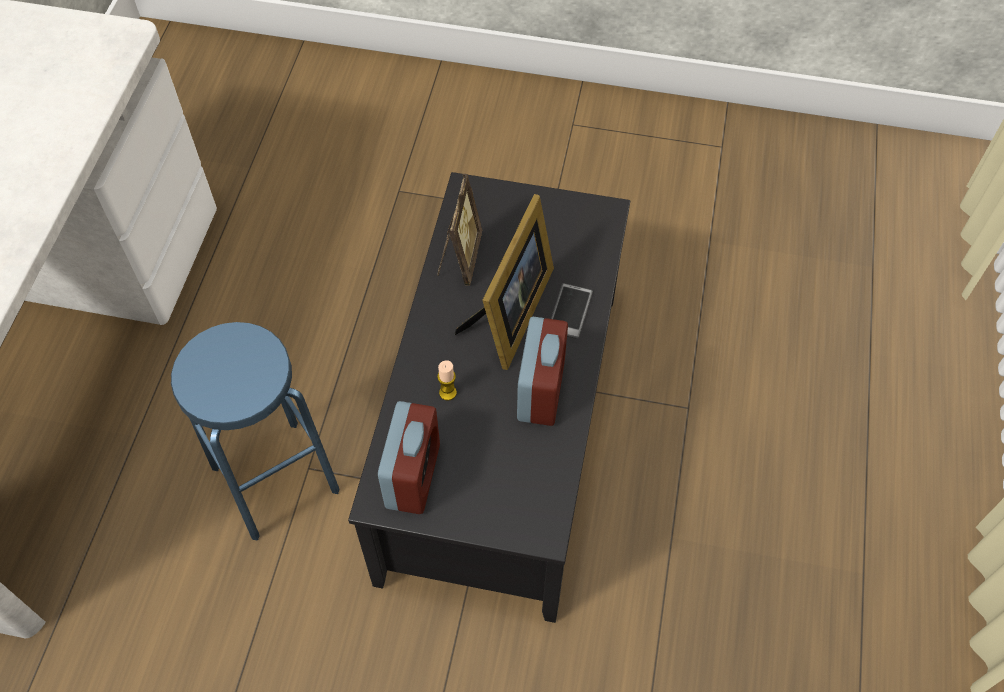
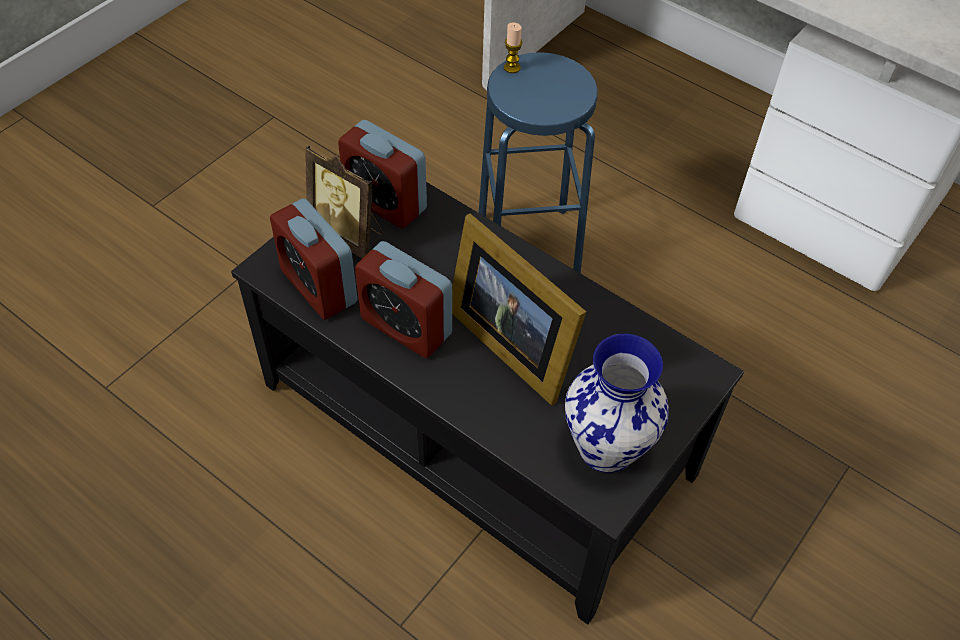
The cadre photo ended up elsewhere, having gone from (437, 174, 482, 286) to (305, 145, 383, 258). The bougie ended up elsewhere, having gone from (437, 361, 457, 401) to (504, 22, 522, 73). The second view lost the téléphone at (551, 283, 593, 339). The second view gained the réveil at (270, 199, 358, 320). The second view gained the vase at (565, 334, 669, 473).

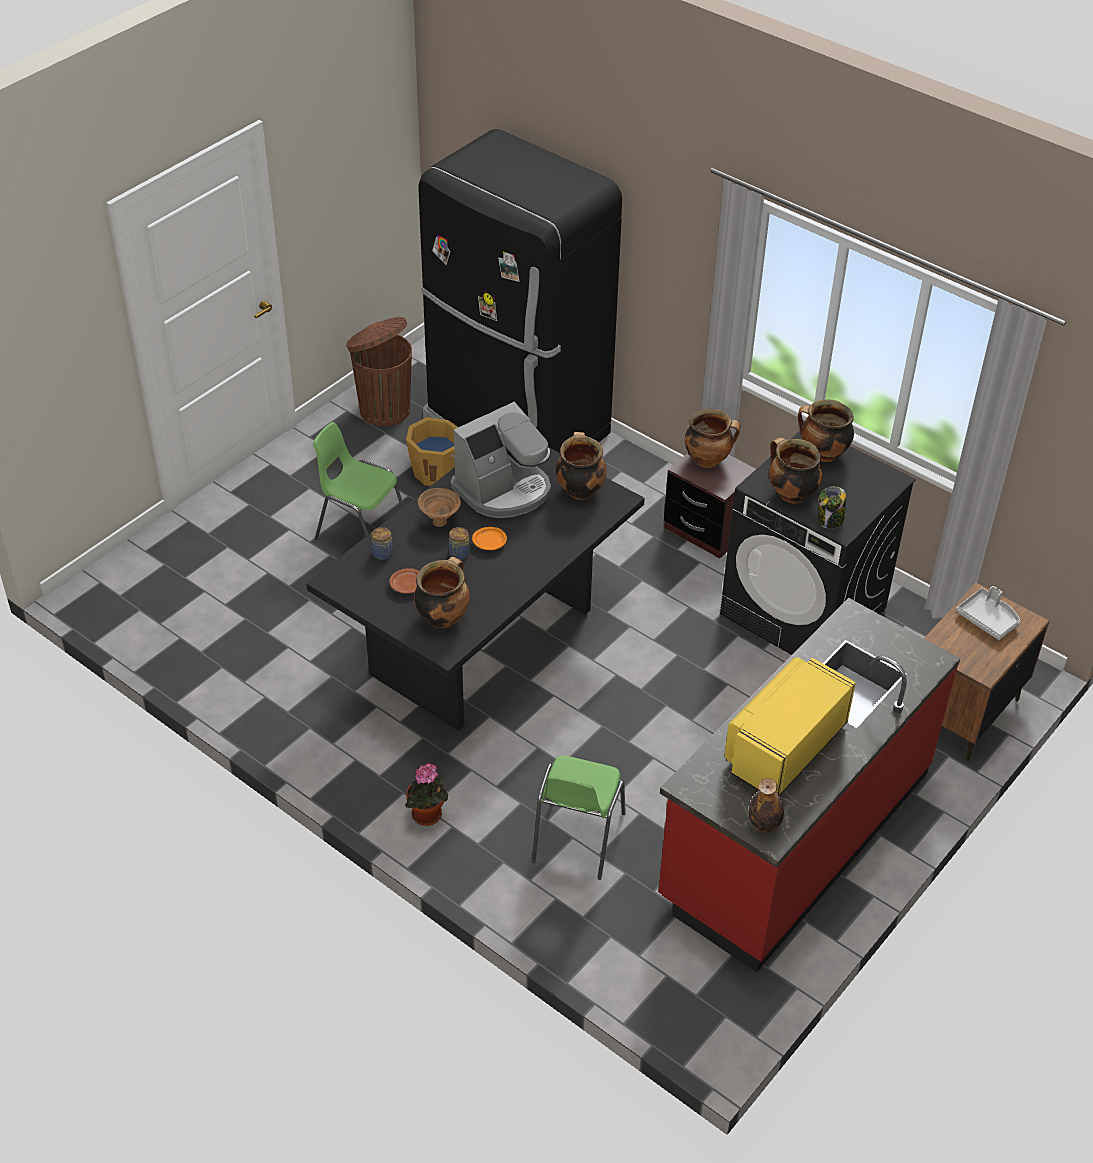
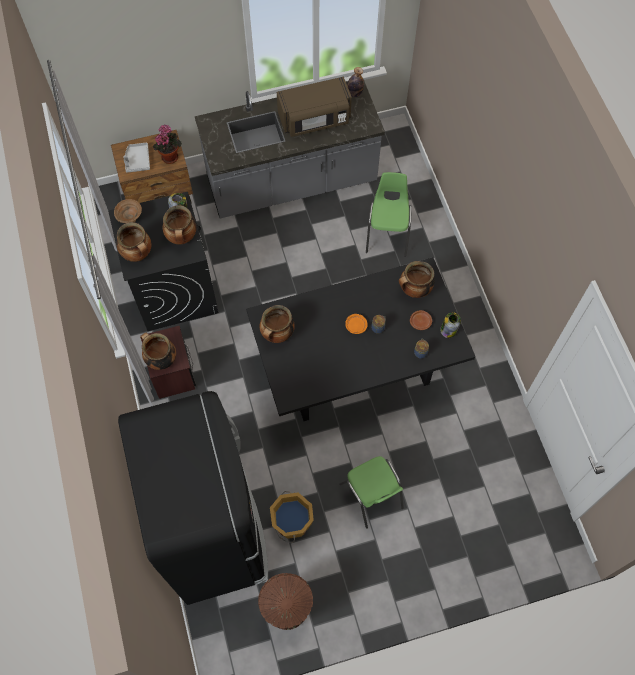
The plante en pot ended up elsewhere, having gone from (405, 763, 448, 826) to (153, 124, 182, 164). The bol/marron ended up elsewhere, having gone from (418, 488, 461, 527) to (114, 199, 142, 223). The second view lost the machine à café at (451, 402, 551, 518). The chaise/vert at (532, 755, 626, 880) ended up facing another way, 45 degrees counterclockwise from before. What was the comptoir de cuisine/rouge at (658, 598, 960, 972) turned into the comptoir de cuisine/gris at (195, 79, 385, 218). What was the micro-ondes/jaune at (724, 657, 856, 796) turned into the micro-ondes/marron at (277, 77, 352, 137). The second view gained the bocal at (440, 312, 461, 338).

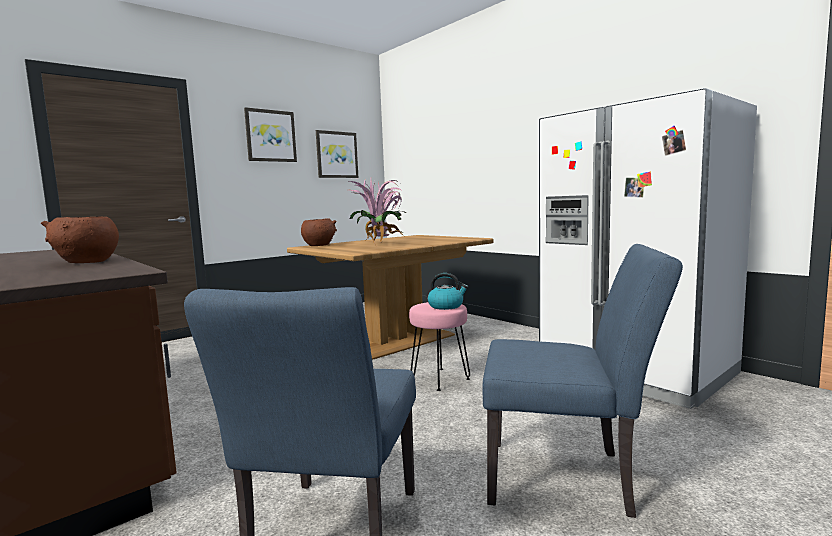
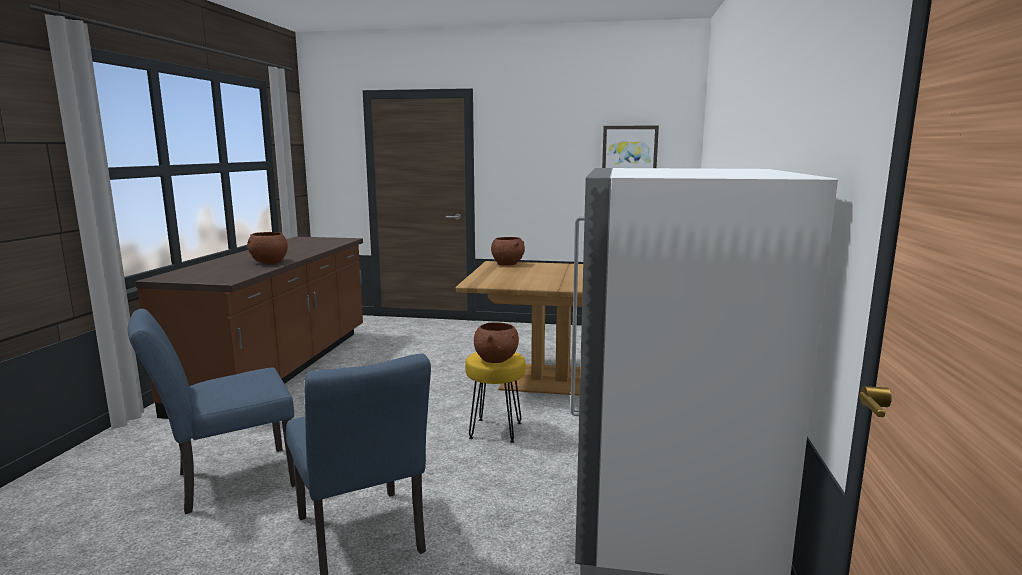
The second view lost the tableau at (244, 107, 297, 162). The second view lost the plante en pot at (348, 178, 406, 247). What was the tabouret/rose at (409, 302, 470, 391) turned into the tabouret/jaune at (465, 352, 526, 443). Where the bouilloire stood at (428, 273, 468, 310), the bol/marron came to stand at (474, 322, 519, 363).

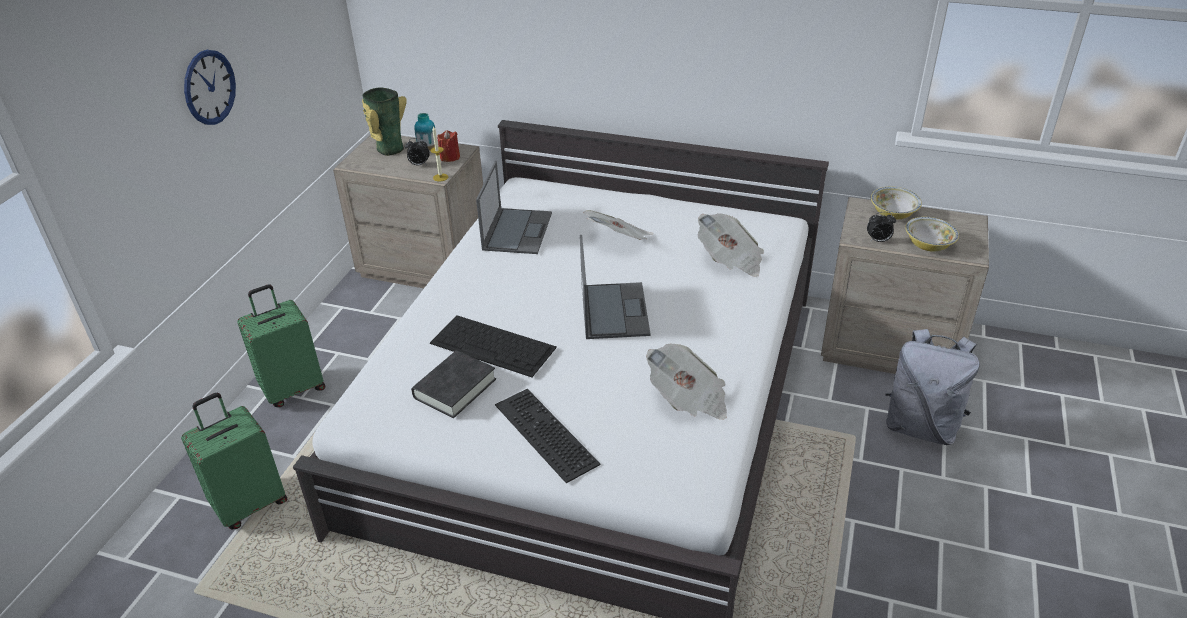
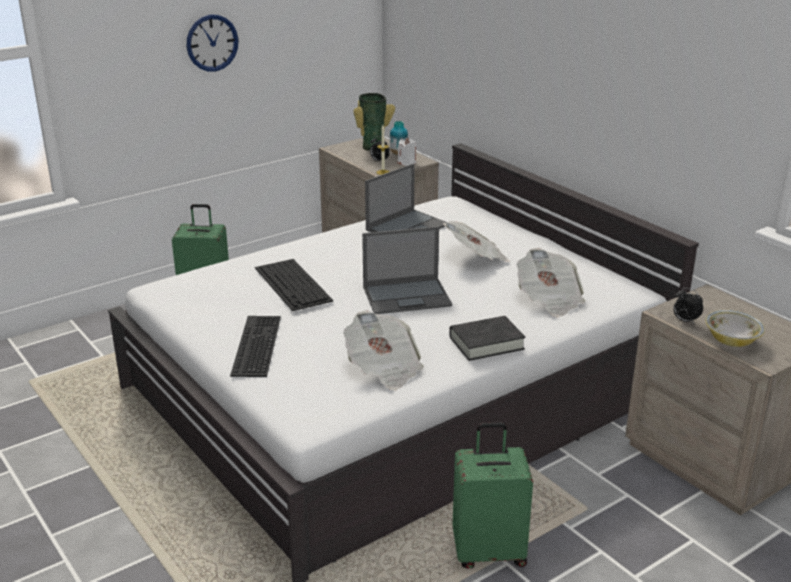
The valise/vert ended up elsewhere, having gone from (181, 393, 287, 529) to (452, 422, 533, 568). The livre/noir ended up elsewhere, having gone from (411, 350, 496, 418) to (449, 316, 526, 361). What was the bougie/rouge at (437, 130, 460, 162) turned into the bougie/blanc at (398, 138, 416, 166). The ordinateur portable at (580, 235, 651, 339) ended up facing another way, 45 degrees clockwise from before. The second view lost the bol at (871, 187, 922, 220). The second view lost the sac à dos/gris at (885, 329, 980, 445).

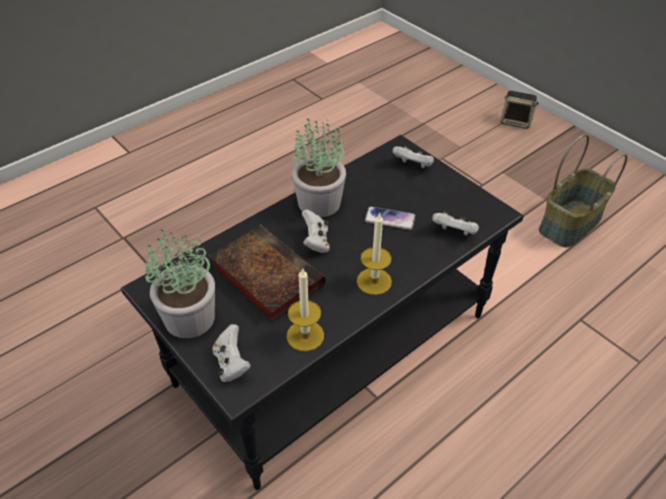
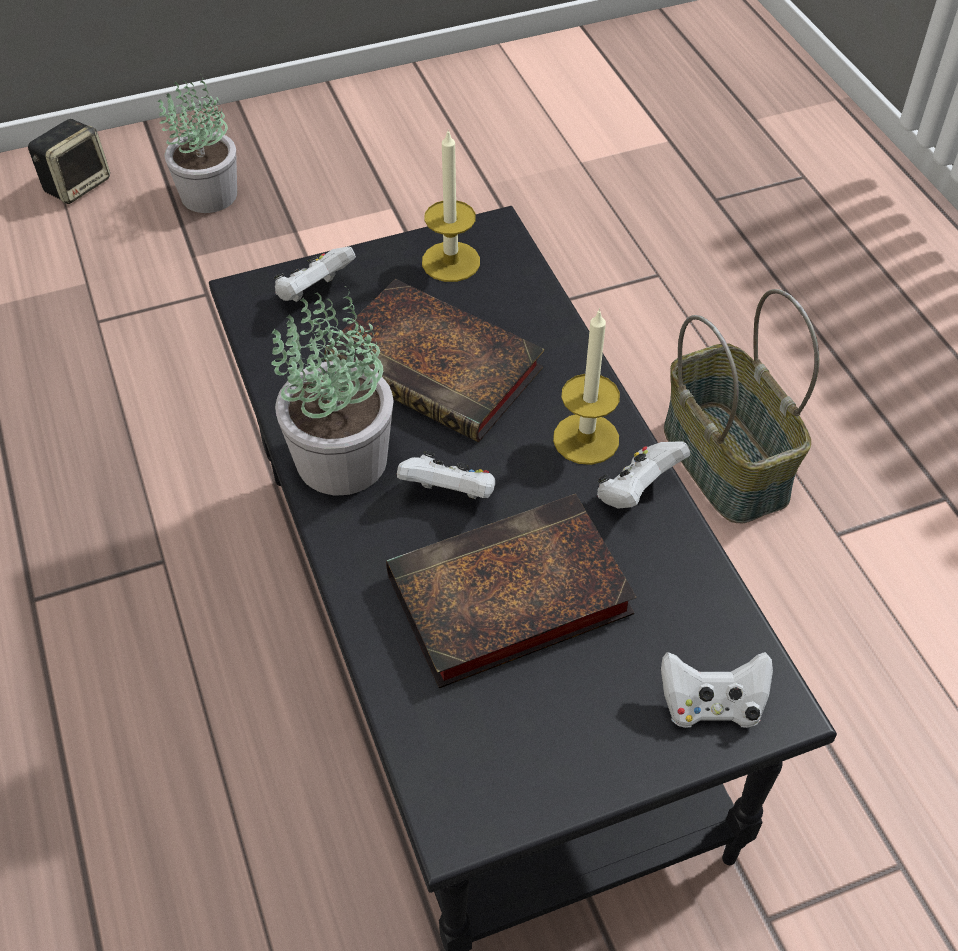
The plante en pot ended up elsewhere, having gone from (145, 229, 215, 338) to (158, 74, 237, 213). The bougie ended up elsewhere, having gone from (287, 267, 324, 352) to (422, 129, 480, 282). Where the téléphone stood at (365, 206, 416, 230), the livre came to stand at (324, 279, 545, 443). The manette/blanc ended up elsewhere, having gone from (432, 211, 479, 236) to (597, 441, 690, 509). The panier ended up elsewhere, having gone from (539, 134, 628, 248) to (664, 289, 819, 523).

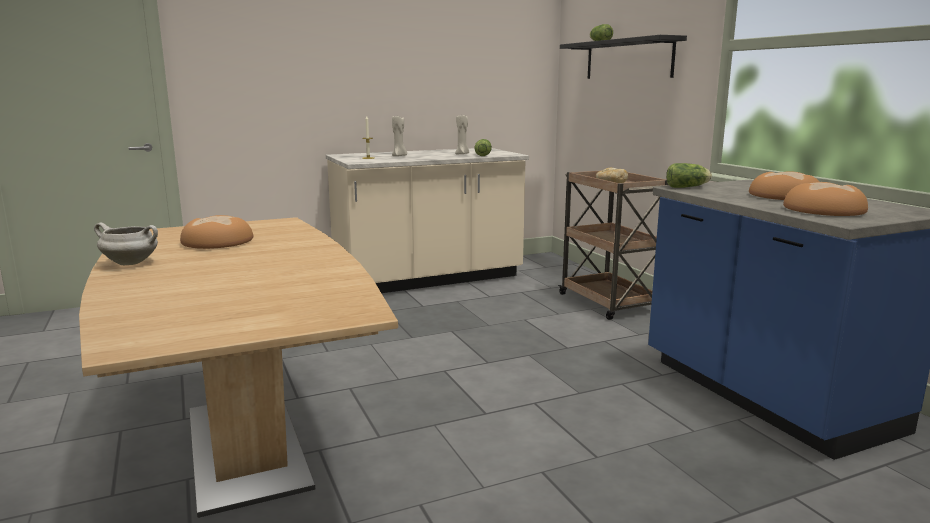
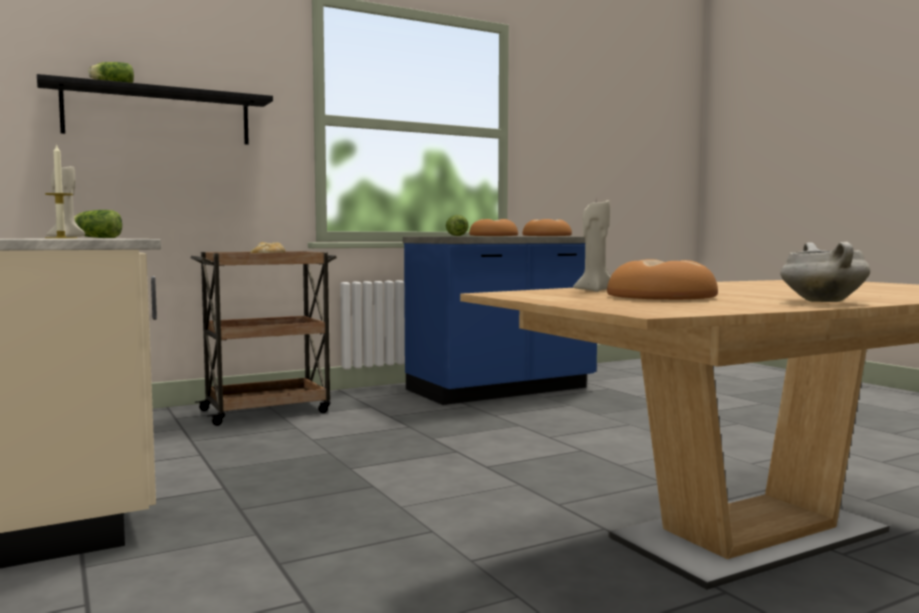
The bougie/beige ended up elsewhere, having gone from (392, 116, 407, 156) to (573, 200, 611, 292).

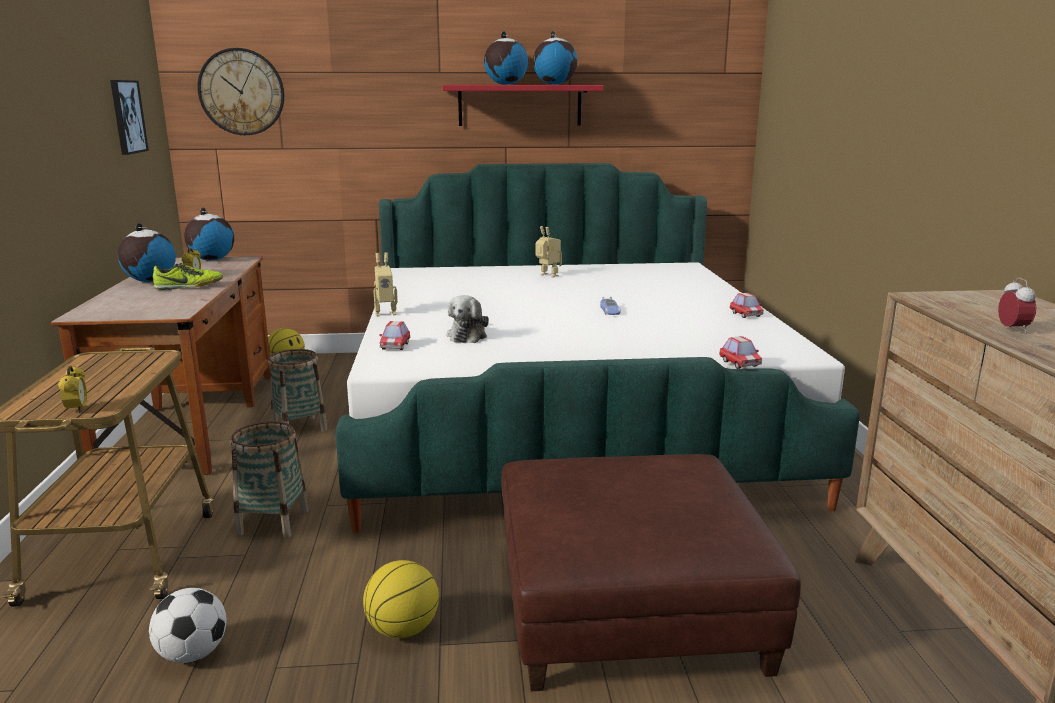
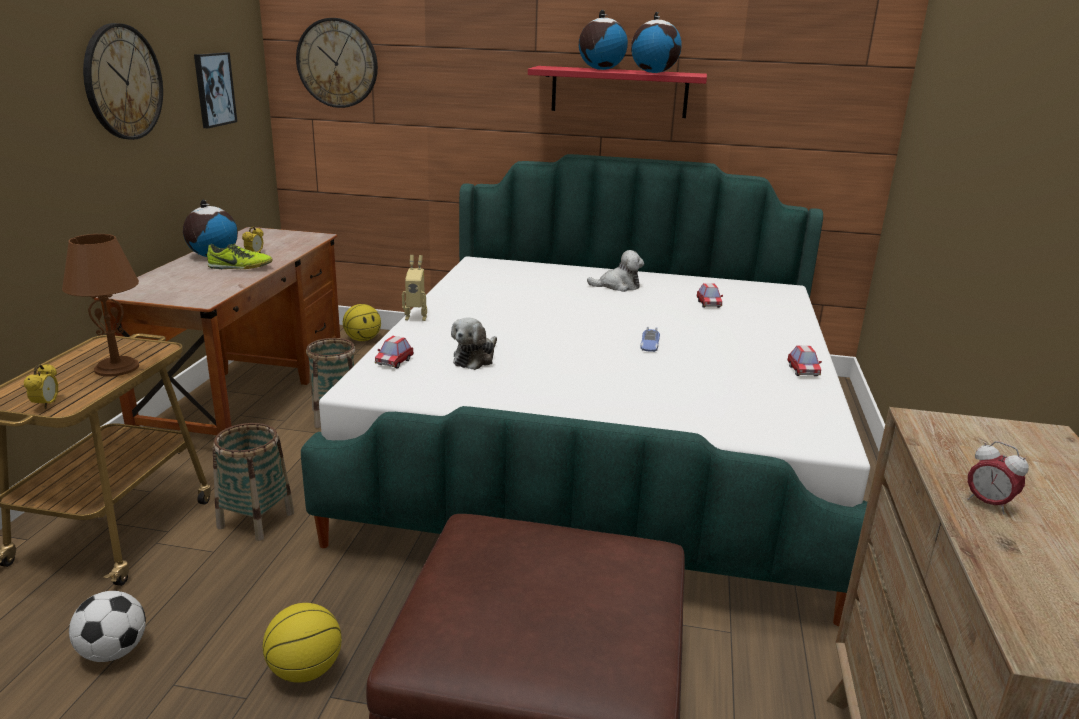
The second view lost the globe at (184, 208, 234, 261). Where the robot jouet stood at (536, 226, 562, 278), the peluche came to stand at (587, 250, 644, 292). The petite voiture ended up elsewhere, having gone from (719, 336, 762, 369) to (697, 283, 723, 308). The réveil at (998, 278, 1036, 334) ended up facing another way, 120 degrees clockwise from before. The second view gained the lampe de table/marron at (62, 234, 139, 376). The second view gained the horloge murale at (83, 23, 163, 140).

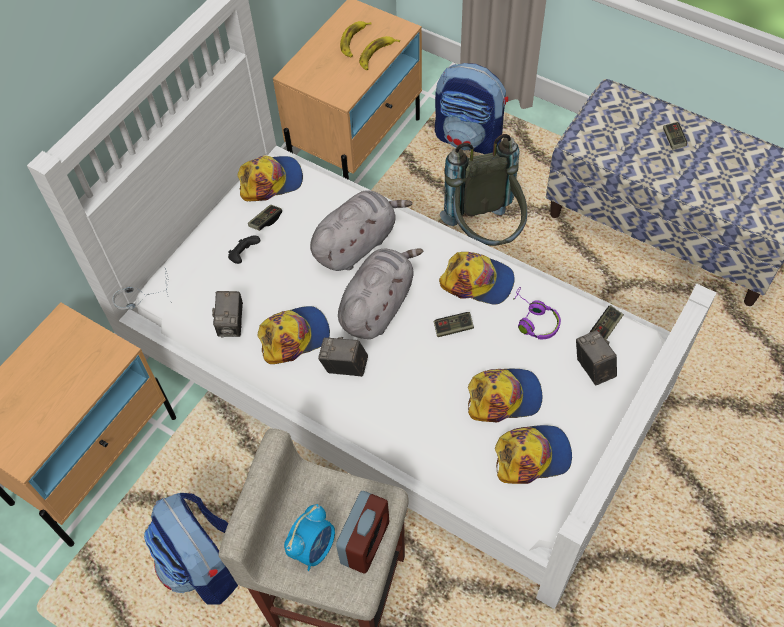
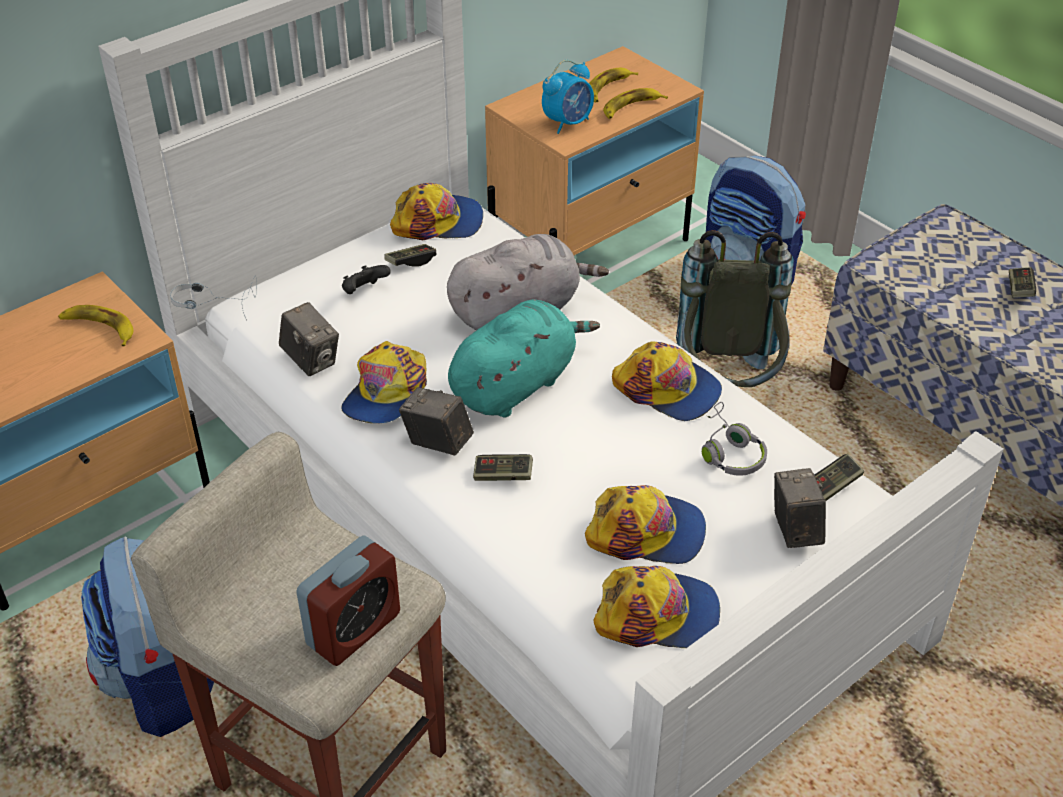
The appareil photo at (212, 291, 243, 337) ended up facing another way, 60 degrees counterclockwise from before. The casquette at (258, 306, 330, 364) ended up facing another way, 120 degrees clockwise from before. The réveil ended up elsewhere, having gone from (284, 504, 335, 571) to (542, 60, 594, 134). What was the peluche/gris at (338, 248, 423, 339) turned into the peluche/turquoise at (448, 299, 600, 418). The manette ended up elsewhere, having gone from (434, 312, 474, 337) to (473, 454, 533, 481). What was the casque audio/violet at (513, 287, 561, 339) turned into the casque audio/gris at (702, 402, 767, 476). The second view gained the banane at (58, 305, 133, 346).

